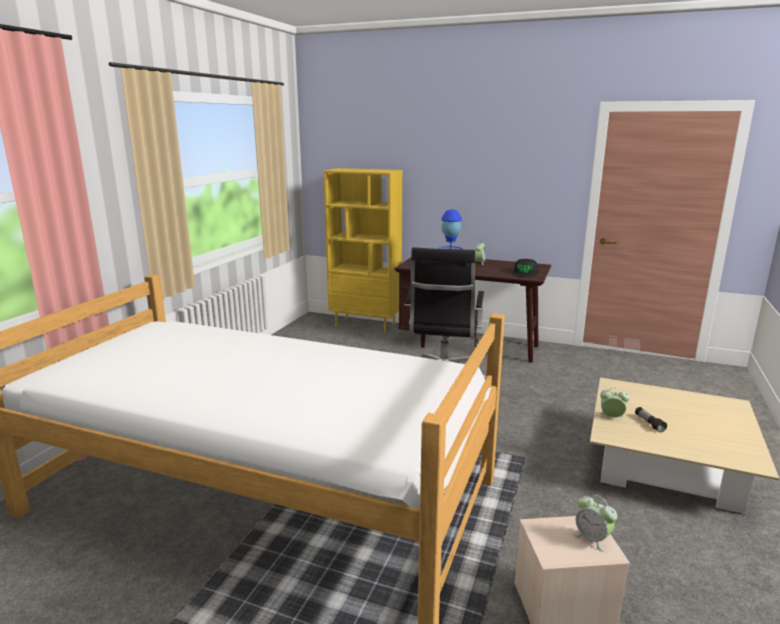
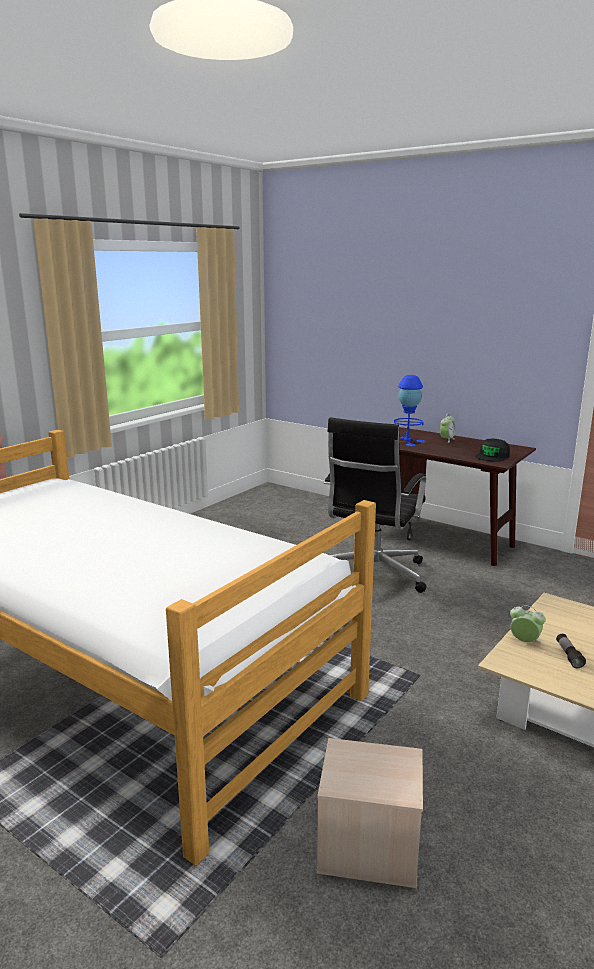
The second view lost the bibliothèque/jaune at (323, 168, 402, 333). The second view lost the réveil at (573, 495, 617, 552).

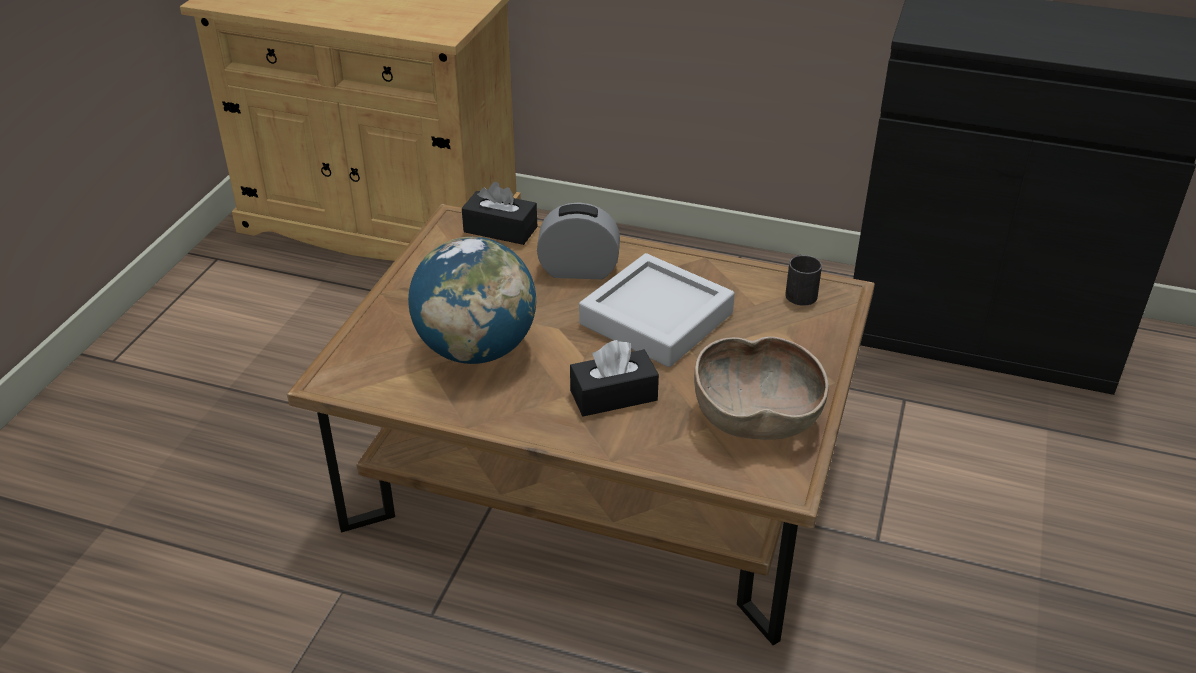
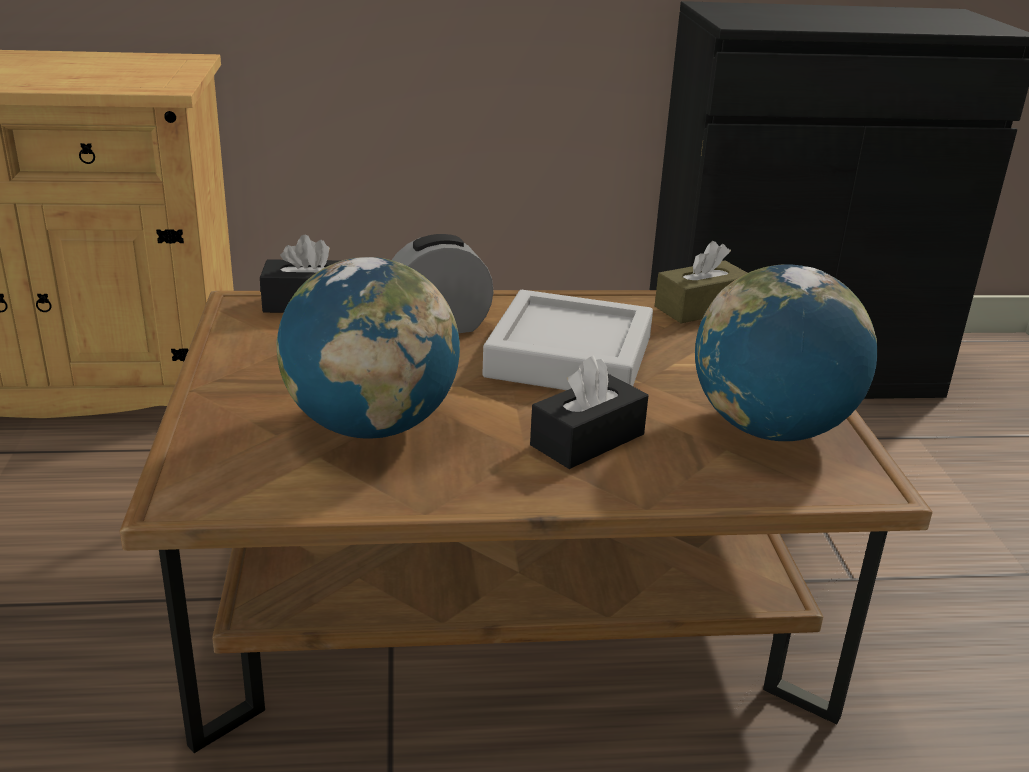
Where the bol/marron stood at (694, 336, 829, 440), the globe came to stand at (695, 264, 877, 441). Where the mug/noir stood at (785, 255, 822, 306), the boîte à mouchoirs/marron came to stand at (655, 241, 747, 323).

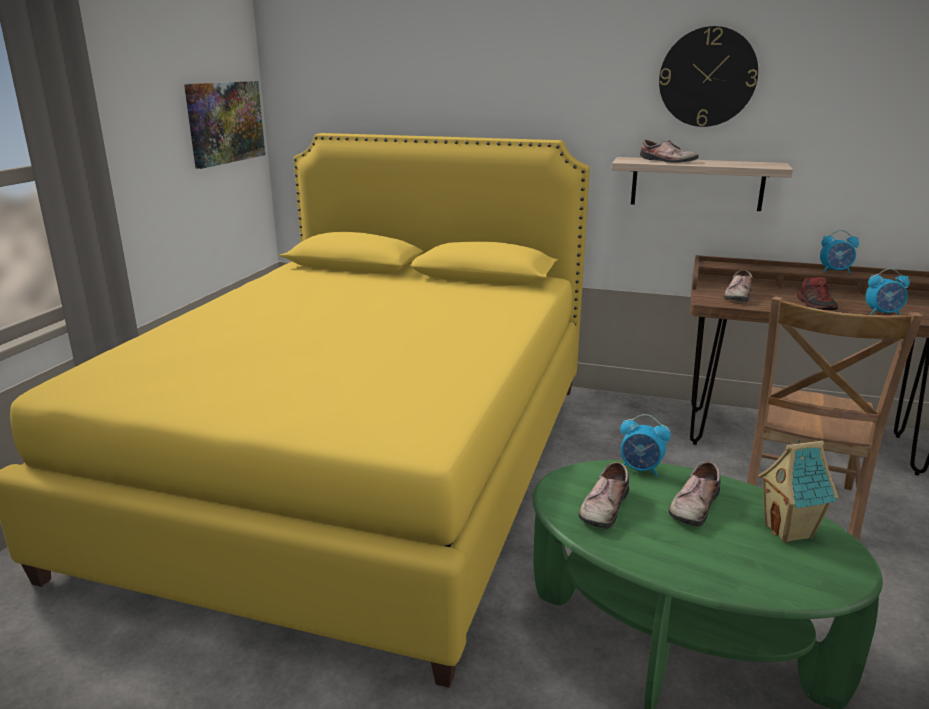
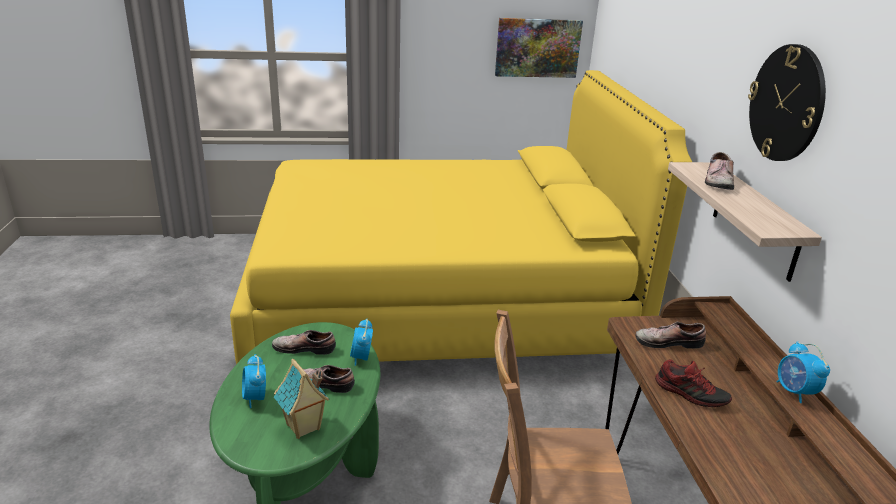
The chaussure at (797, 277, 838, 310) ended up facing another way, 120 degrees counterclockwise from before. The réveil ended up elsewhere, having gone from (866, 268, 910, 315) to (242, 354, 266, 408).

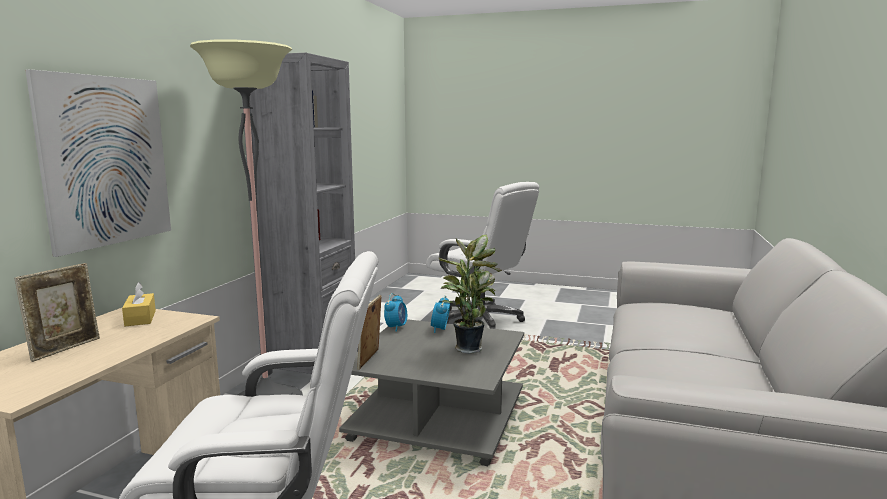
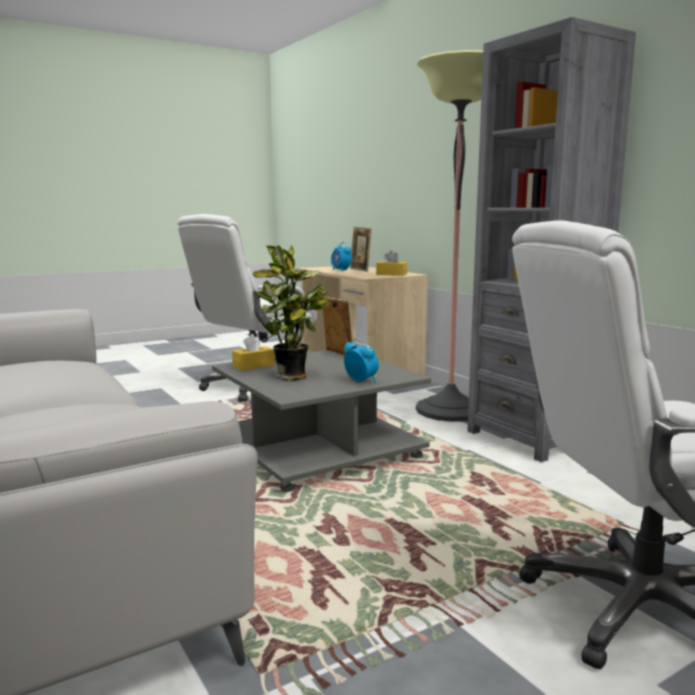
The second view lost the tableau at (25, 69, 171, 257). The réveil ended up elsewhere, having gone from (384, 293, 407, 332) to (331, 242, 351, 272). The second view gained the boîte à mouchoirs/jaune at (232, 334, 275, 371).

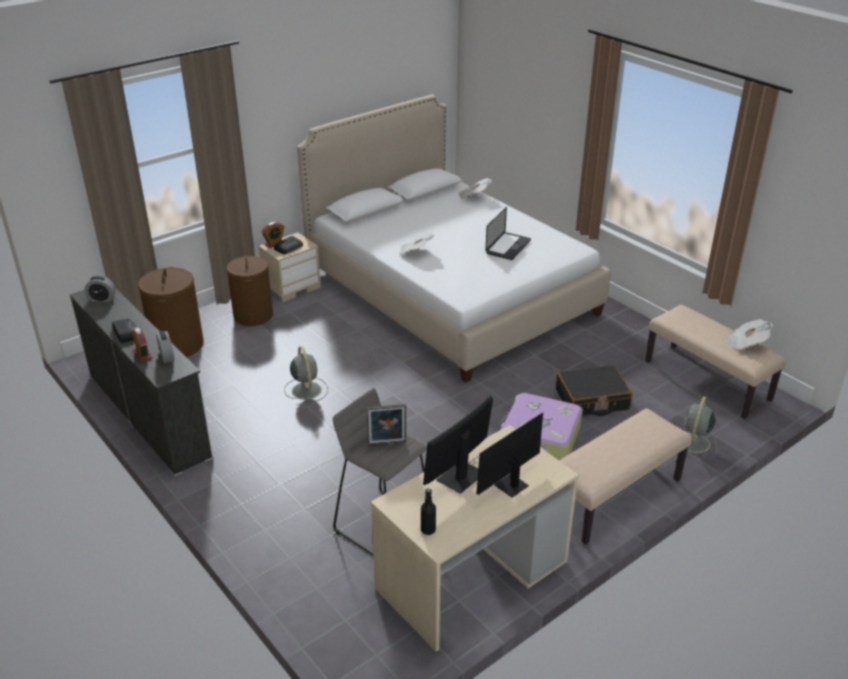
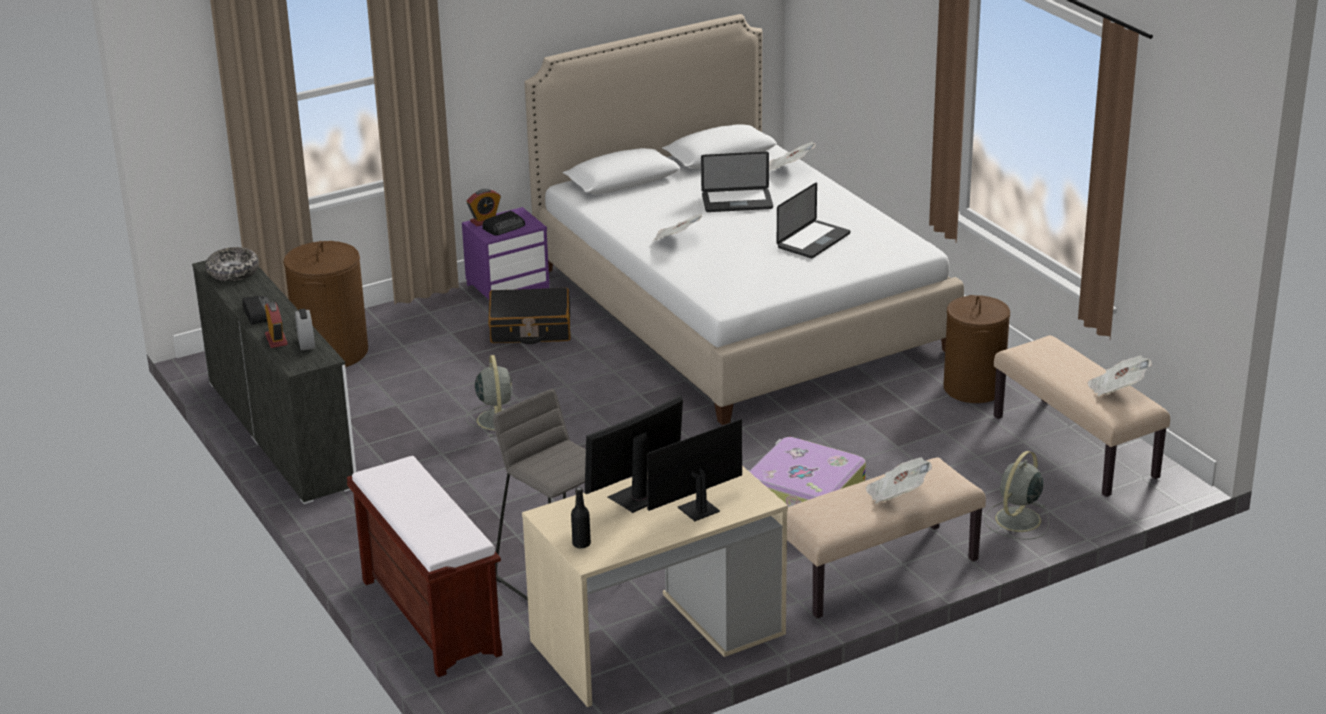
Where the réveil stood at (84, 276, 116, 302), the bol came to stand at (206, 247, 259, 281). The panier à linge/marron ended up elsewhere, having gone from (226, 256, 273, 326) to (944, 295, 1010, 403). What was the table de chevet/beige at (259, 232, 321, 302) turned into the table de chevet/violet at (462, 207, 550, 300). The second view lost the cadre photo at (367, 404, 406, 446). The valise/noir ended up elsewhere, having gone from (556, 365, 632, 416) to (488, 288, 571, 344). The second view gained the banc/marron at (347, 456, 502, 677). The second view gained the ordinateur portable at (701, 152, 773, 212). The second view gained the journal at (865, 457, 932, 503).

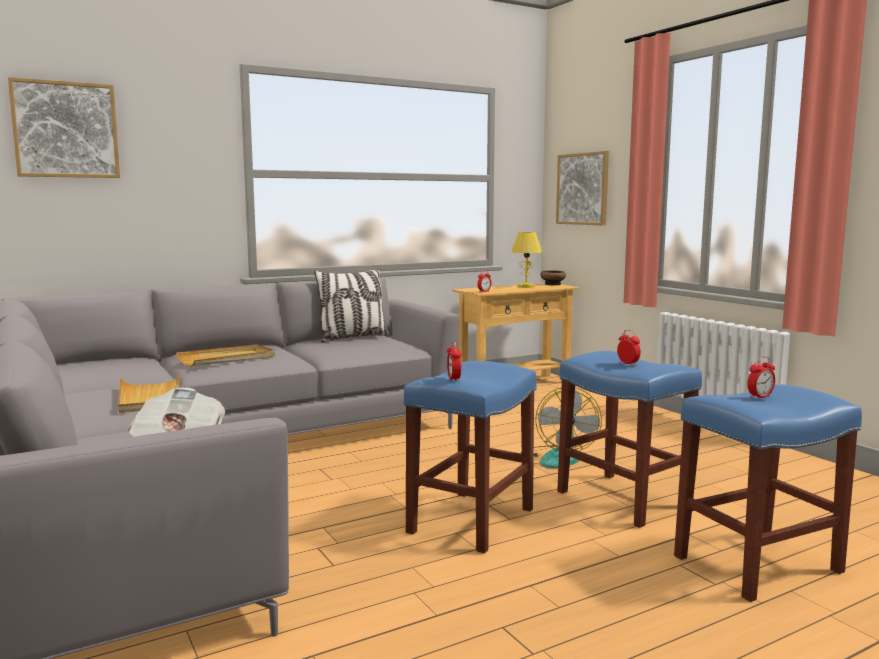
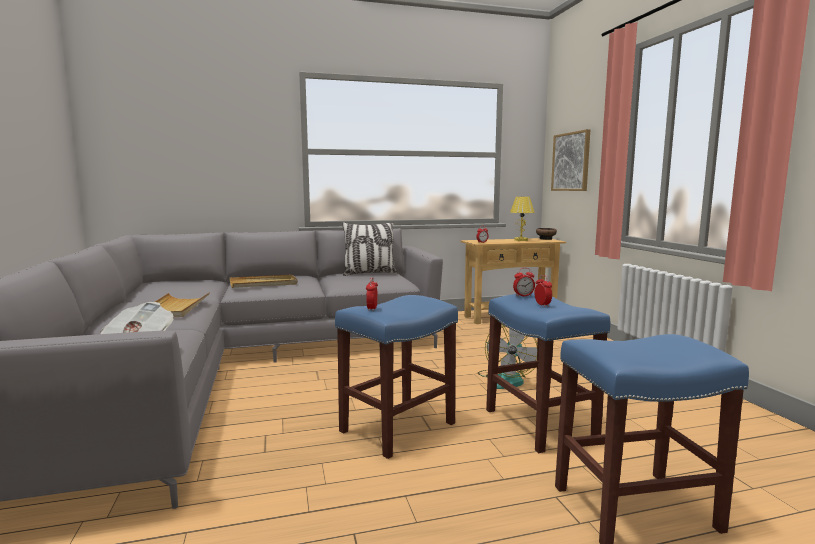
The second view lost the tableau at (8, 77, 120, 178). The réveil ended up elsewhere, having gone from (747, 357, 775, 399) to (513, 268, 535, 297).

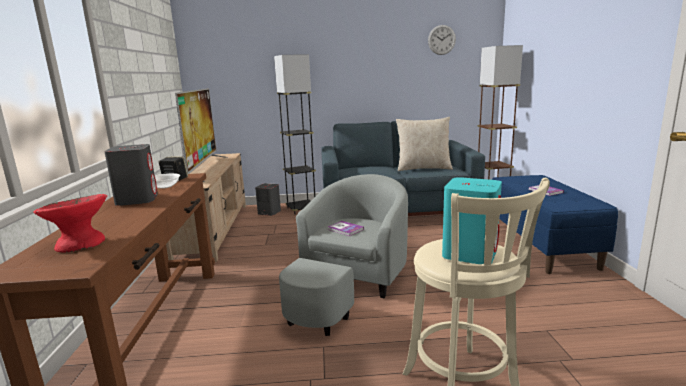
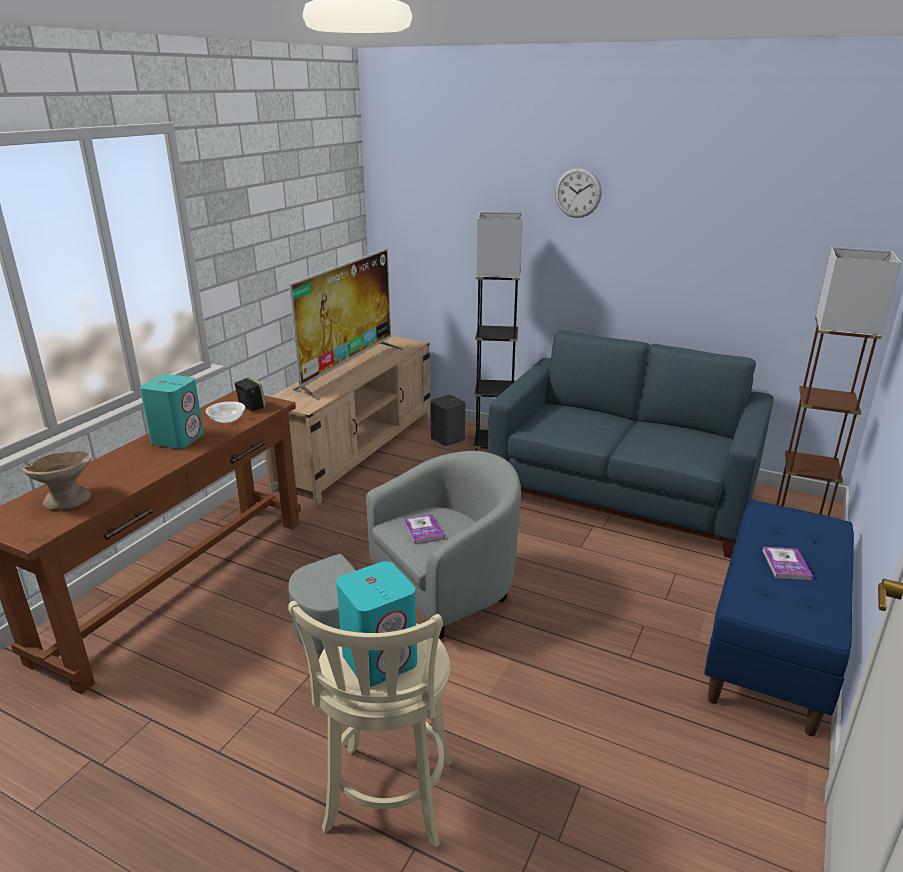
What was the bol/rouge at (33, 194, 107, 252) turned into the bol/beige at (22, 451, 92, 511). What was the enceinte/gris at (104, 144, 158, 206) turned into the enceinte/turquoise at (140, 374, 204, 449). The second view lost the coussin/beige at (396, 117, 453, 171). The horloge murale ended up elsewhere, having gone from (428, 25, 456, 55) to (555, 167, 602, 218).

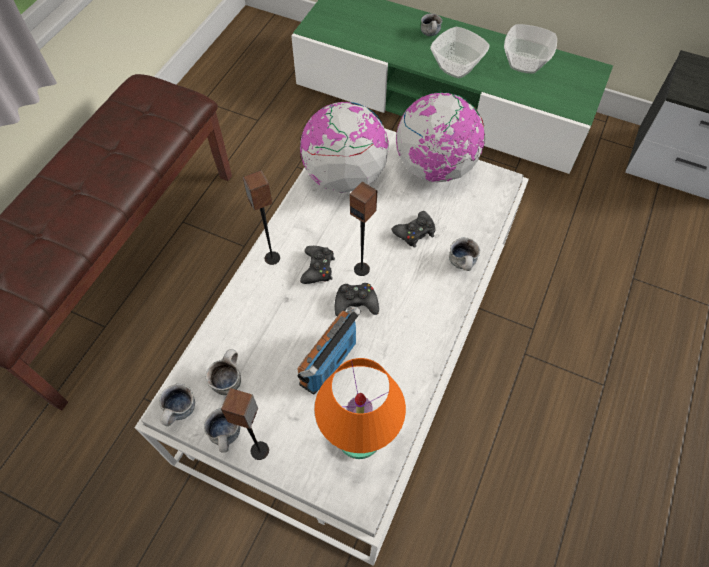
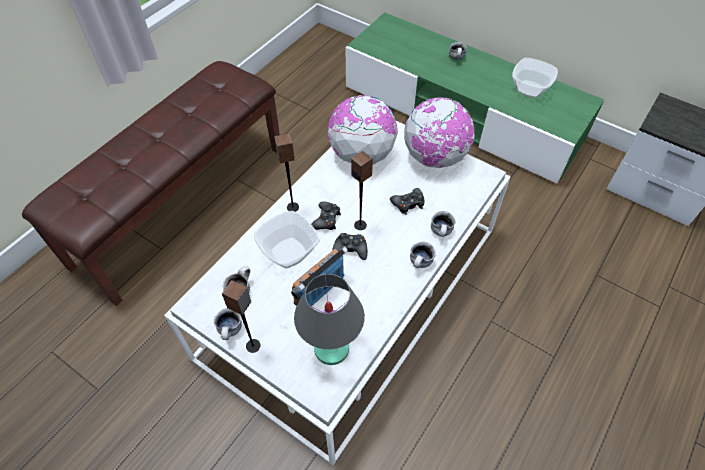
The mug ended up elsewhere, having gone from (159, 384, 195, 426) to (410, 242, 435, 268). What was the lampe de table/orange at (315, 358, 406, 459) turned into the lampe de table/gris at (294, 274, 365, 365). The bol ended up elsewhere, having gone from (430, 27, 489, 78) to (254, 211, 320, 268).

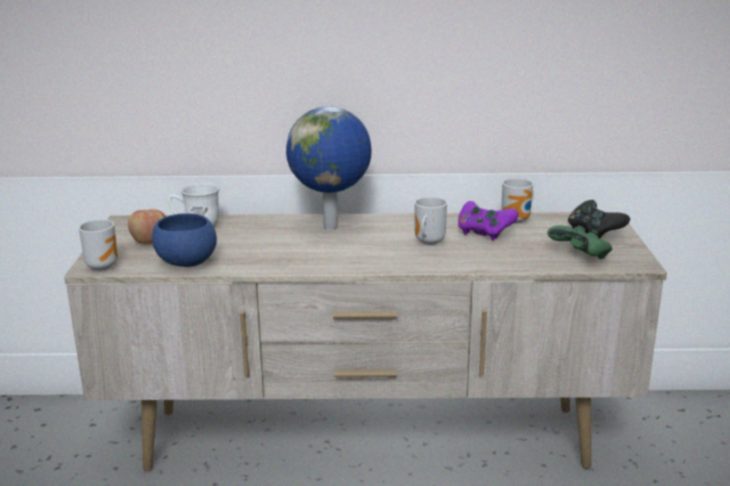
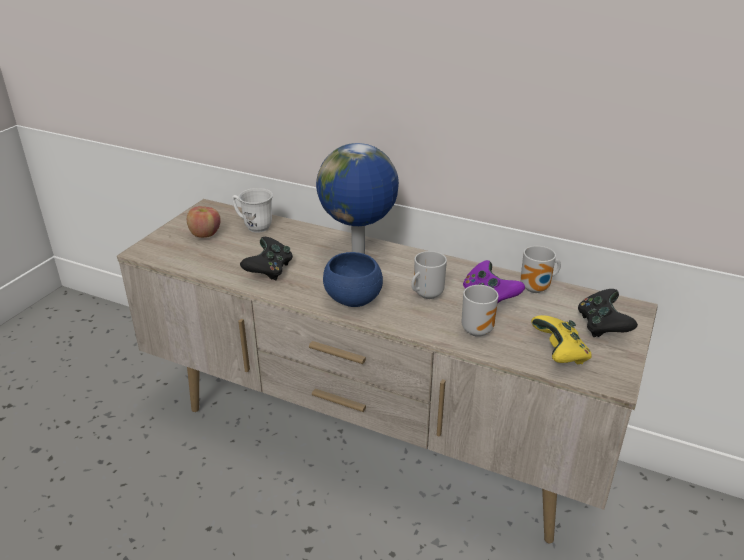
The mug ended up elsewhere, having gone from (79, 219, 118, 271) to (462, 285, 498, 337). The bol/bleu ended up elsewhere, having gone from (152, 213, 217, 267) to (323, 252, 383, 307). What was the manette/vert at (547, 225, 612, 259) turned into the manette/jaune at (531, 315, 591, 364). The second view gained the manette/noir at (240, 237, 293, 281).

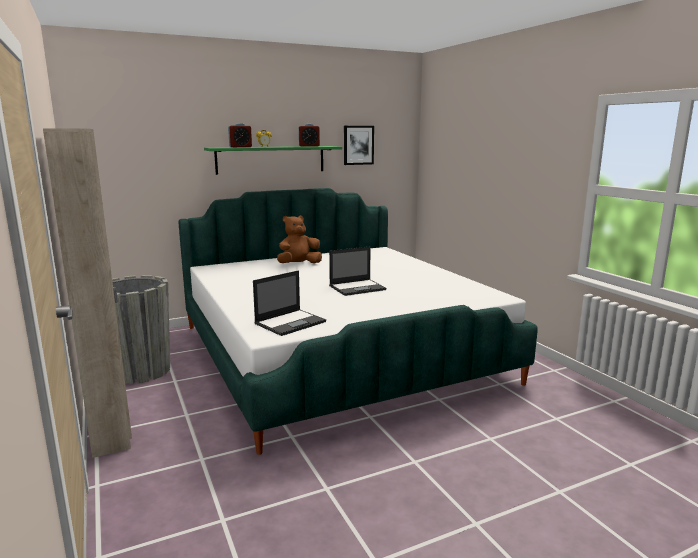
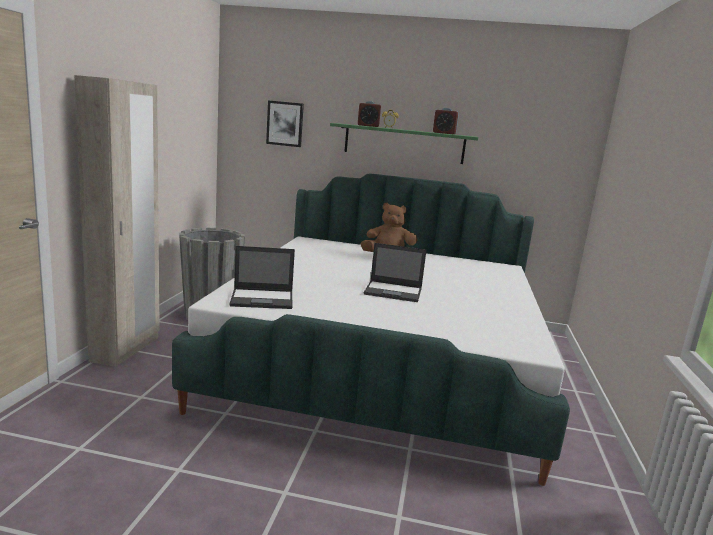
The tableau ended up elsewhere, having gone from (344, 126, 374, 165) to (266, 100, 304, 147).

